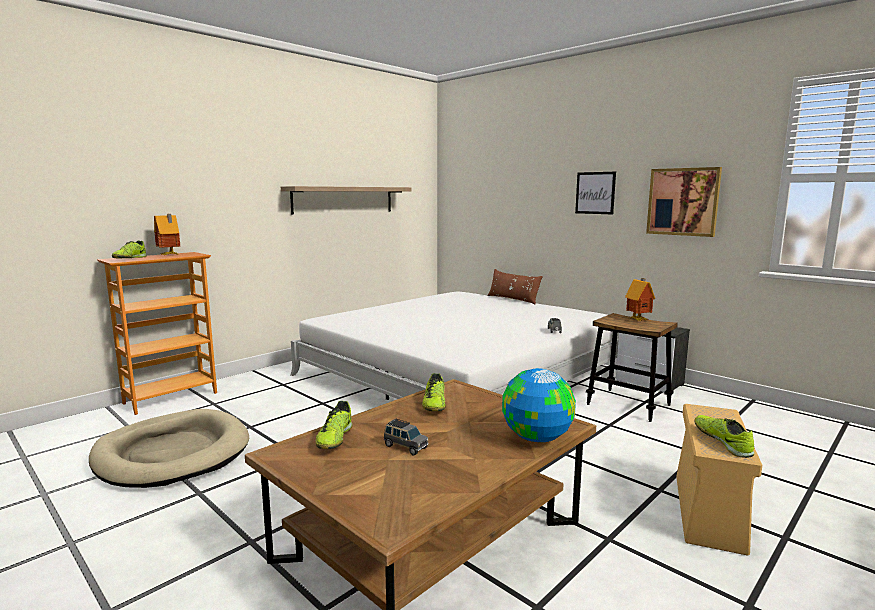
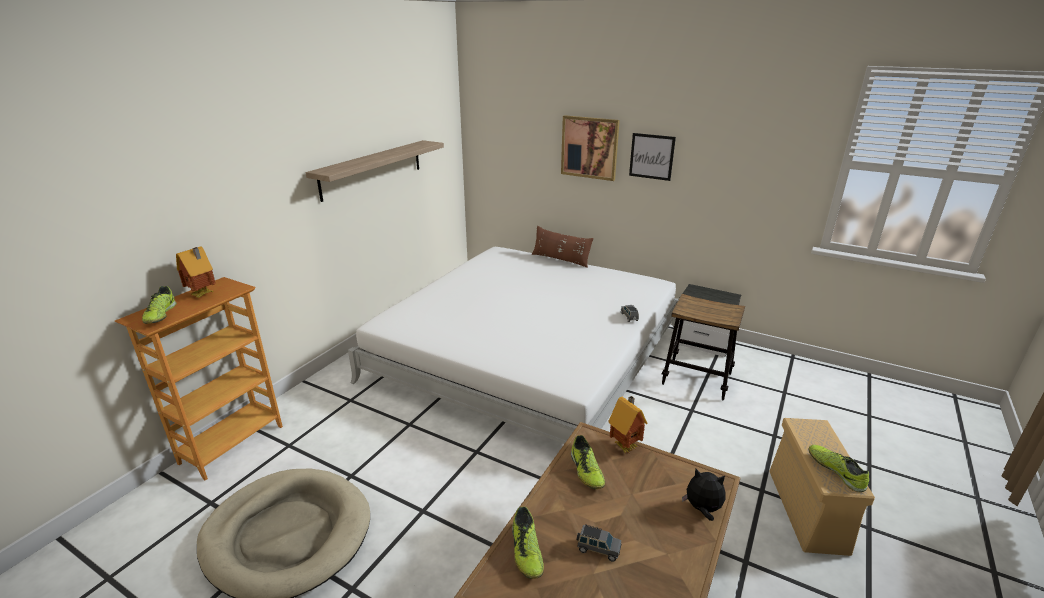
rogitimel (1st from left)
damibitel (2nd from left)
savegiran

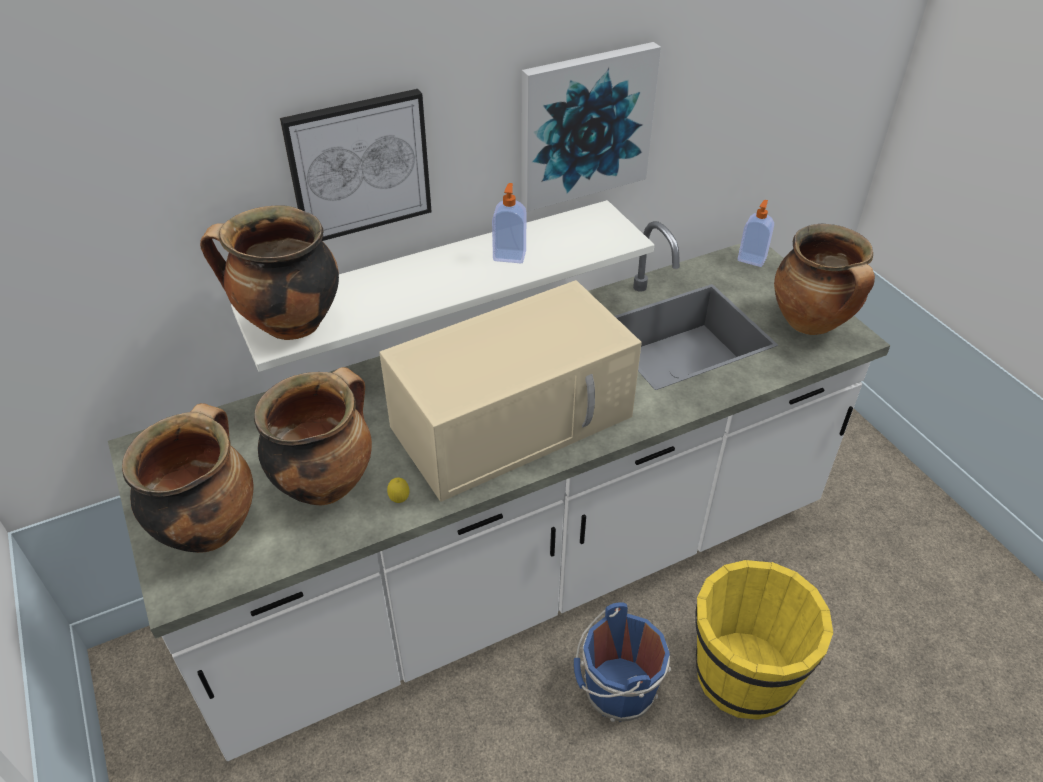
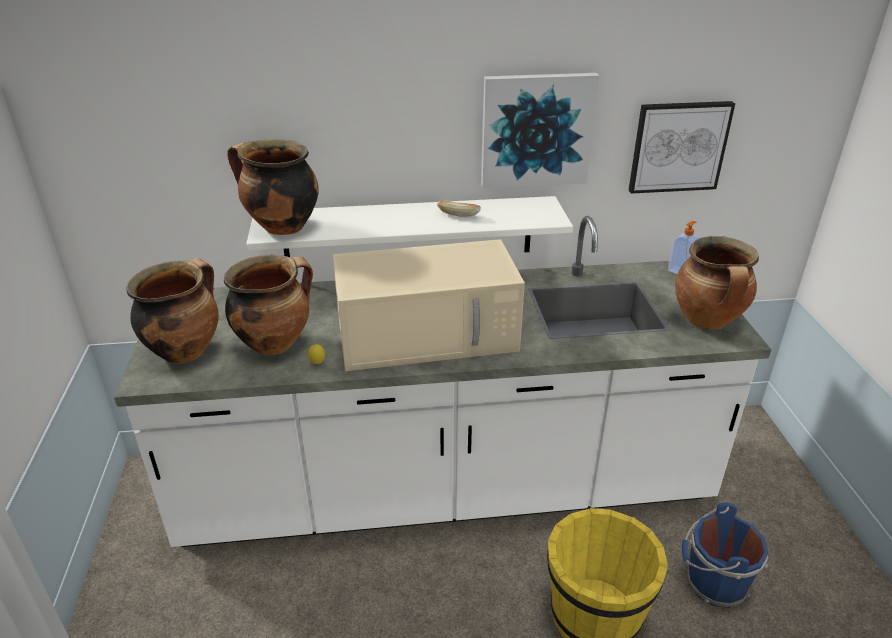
rogitimel (2nd from left)
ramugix
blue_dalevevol

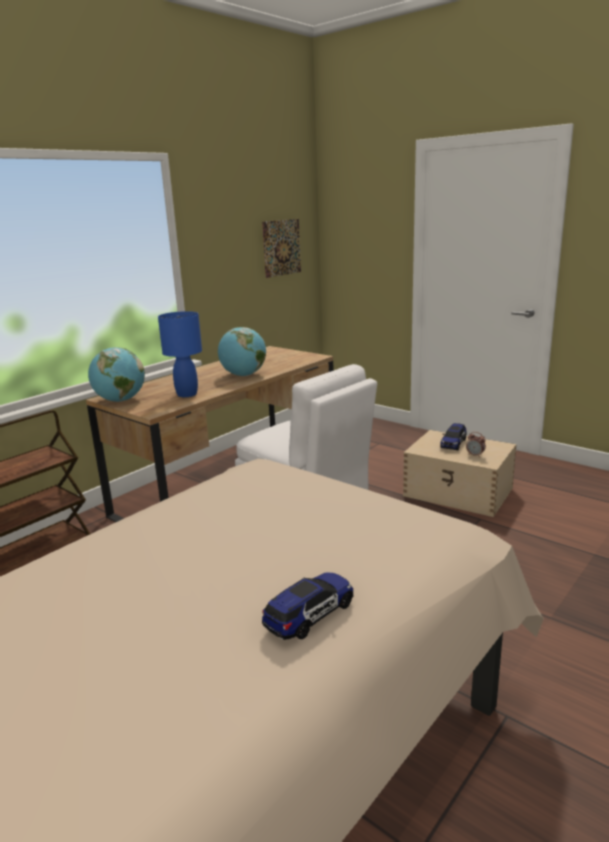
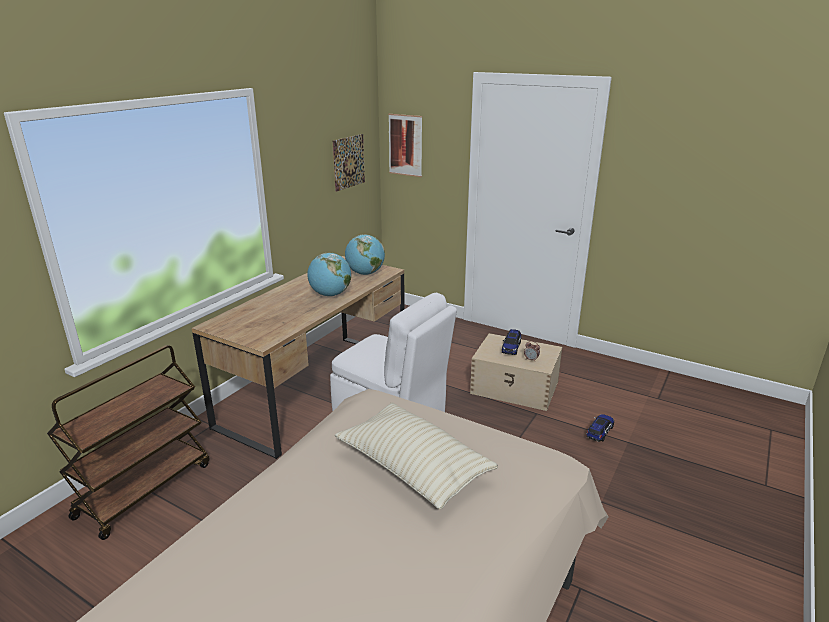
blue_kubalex
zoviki (2nd from left)
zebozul (2nd from left)
rogitimel (2nd from left)
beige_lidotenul

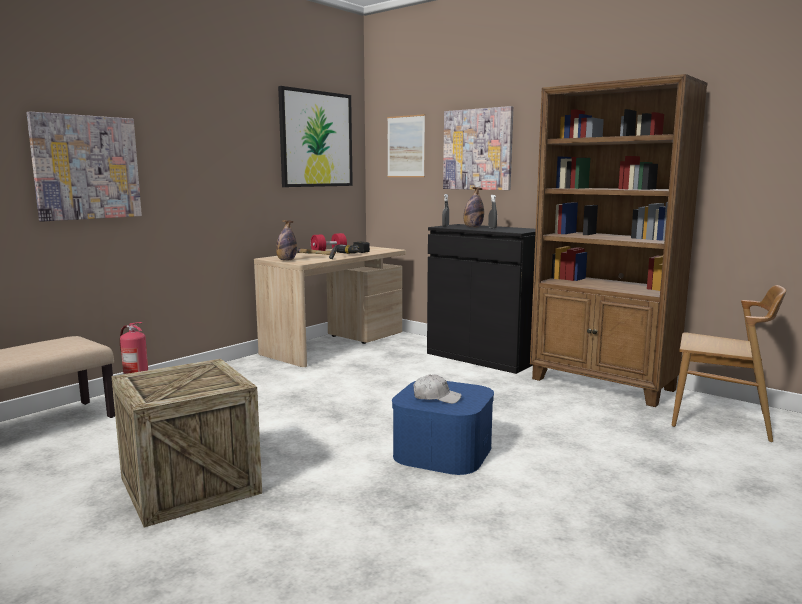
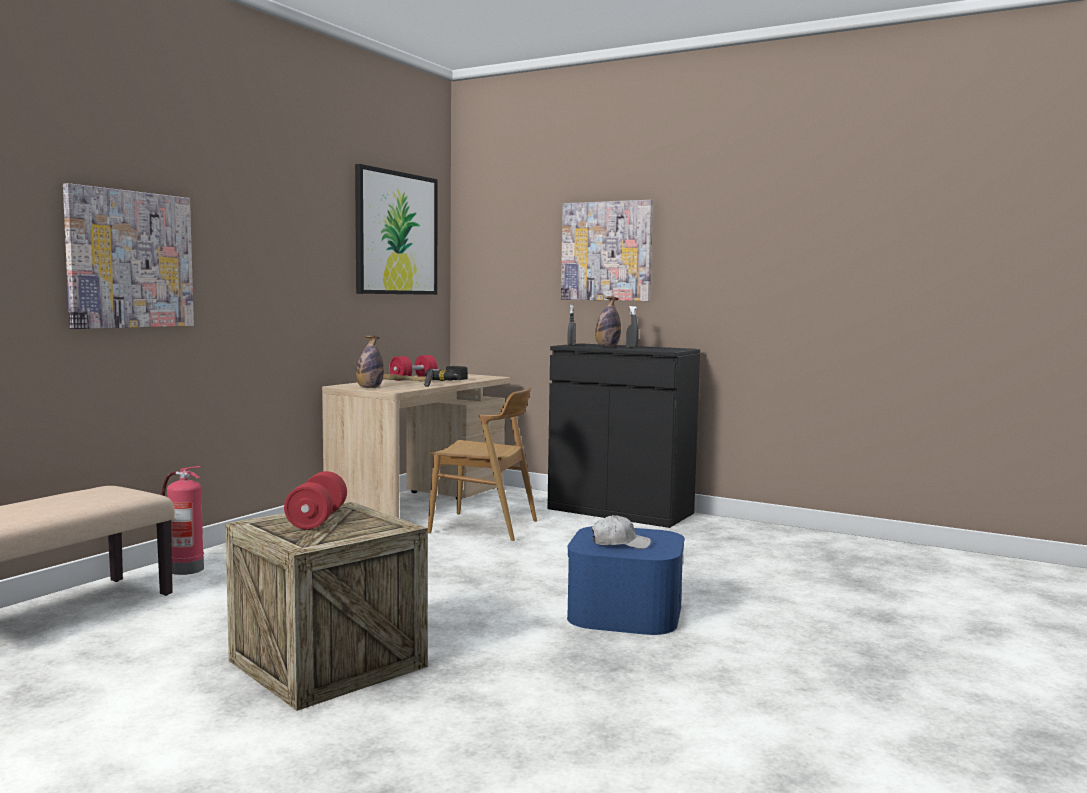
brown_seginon
rogitimel (3rd from left in the first image)
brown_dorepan
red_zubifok (1st from left)

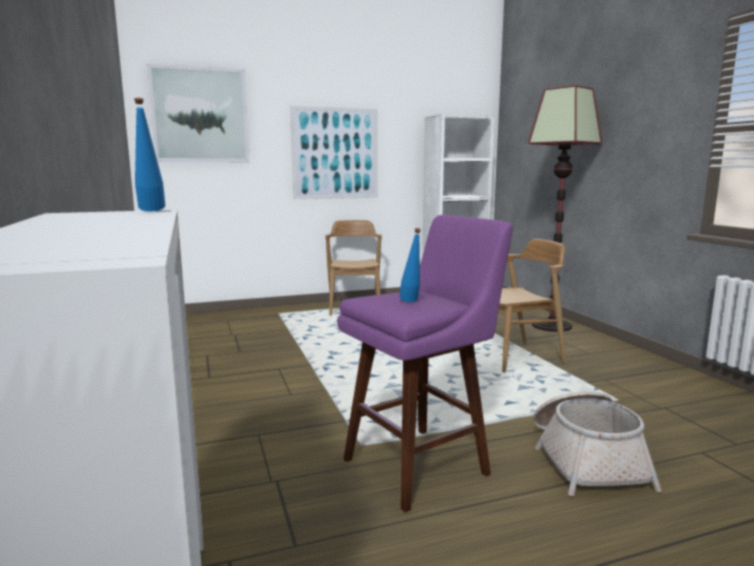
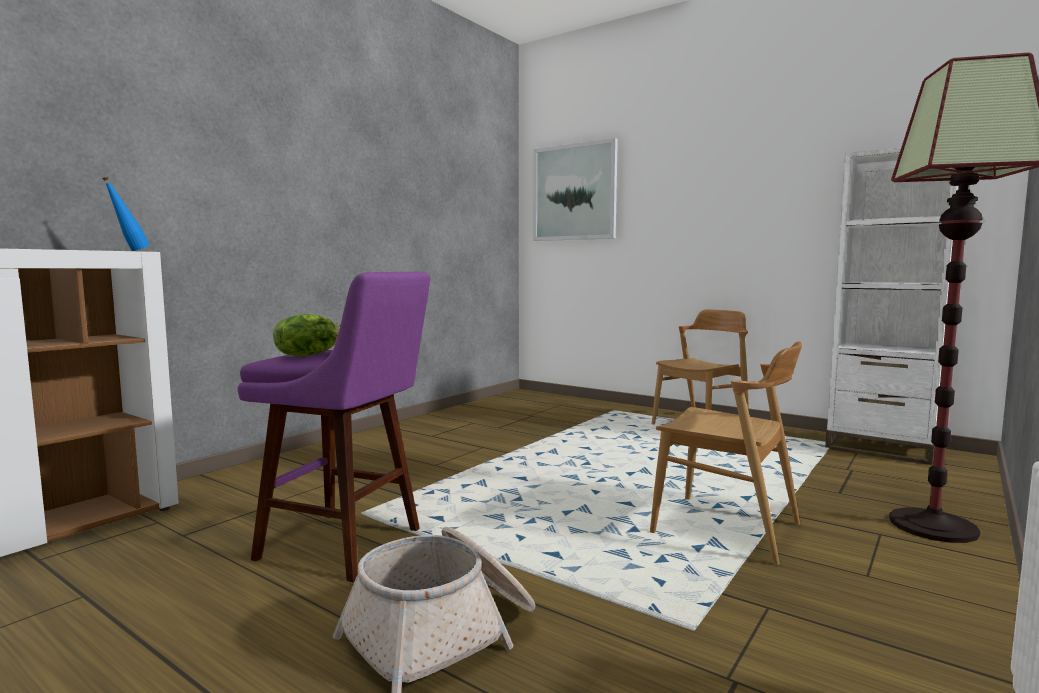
rogitimel (2nd from left in the first image)
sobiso

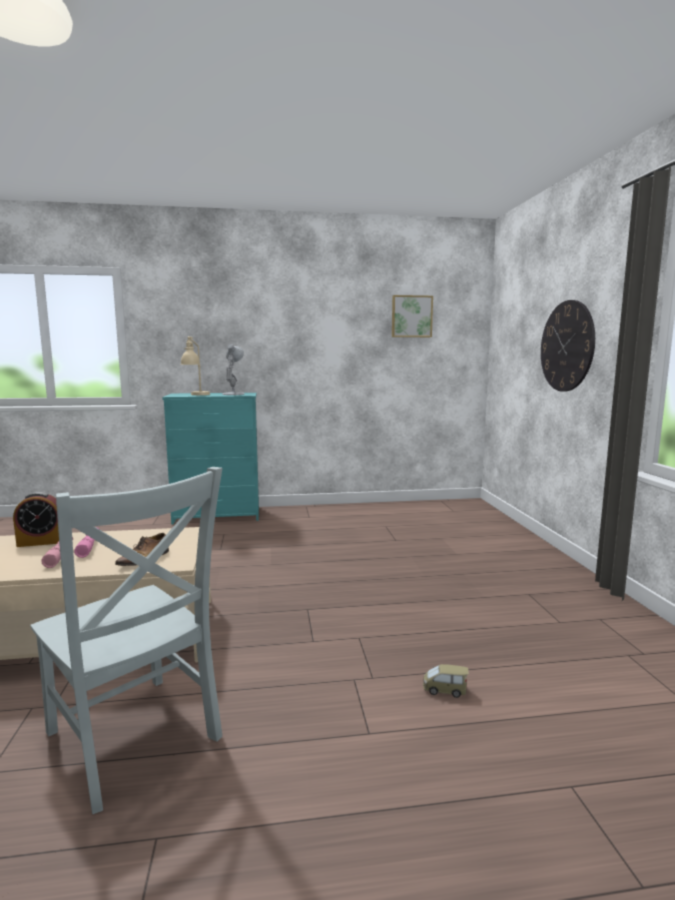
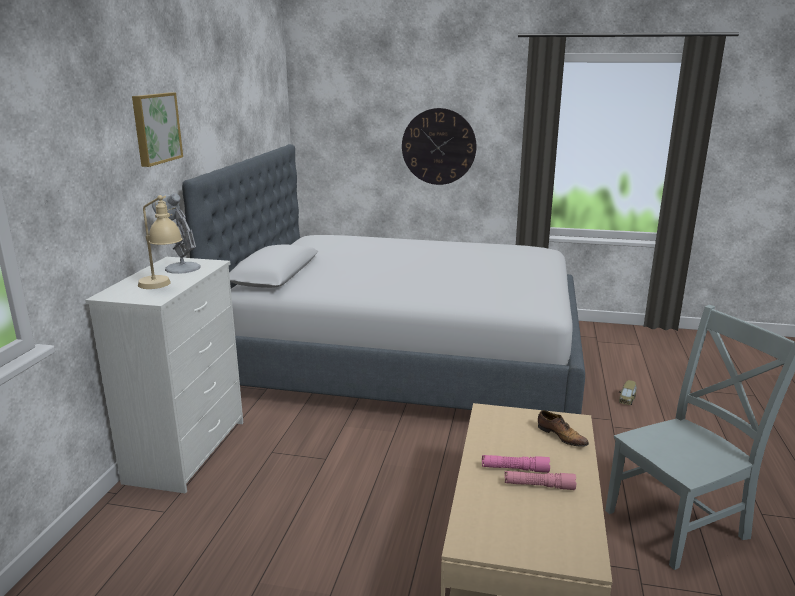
rogitimel
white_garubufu
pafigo
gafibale

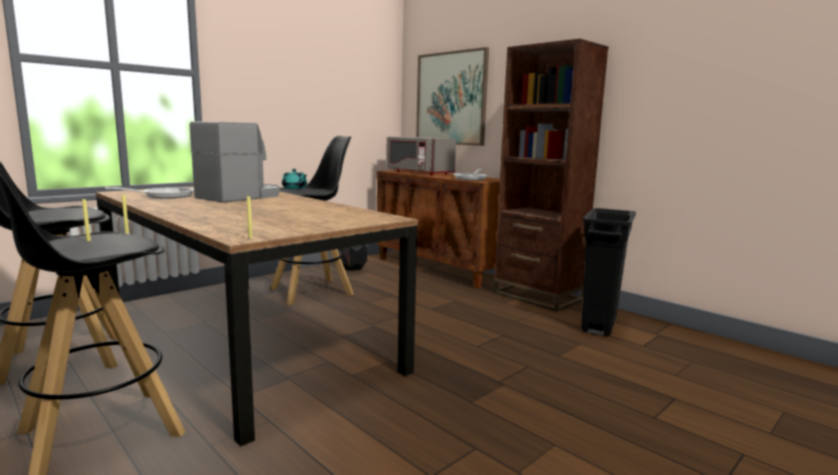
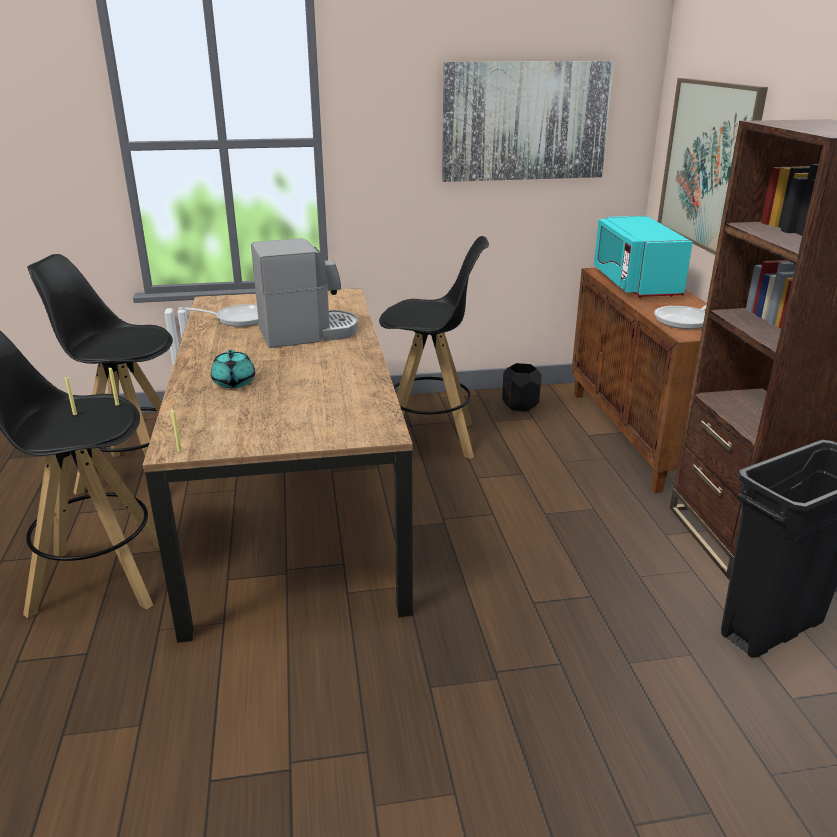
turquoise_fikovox
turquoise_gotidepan
rogitimel (1st from left)

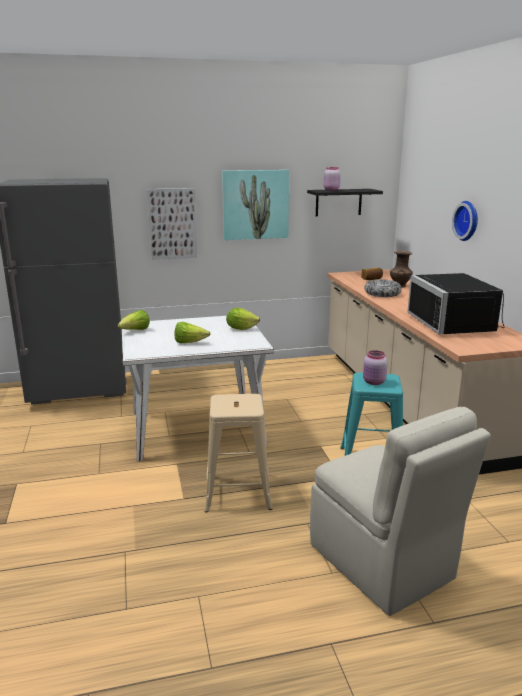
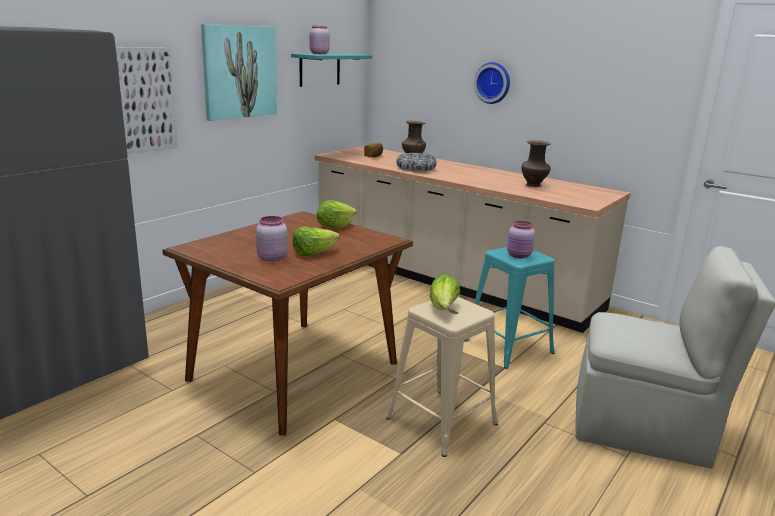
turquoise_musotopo
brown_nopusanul (2nd from left)
sobiso (3rd from left)
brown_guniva
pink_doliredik (1st from left)

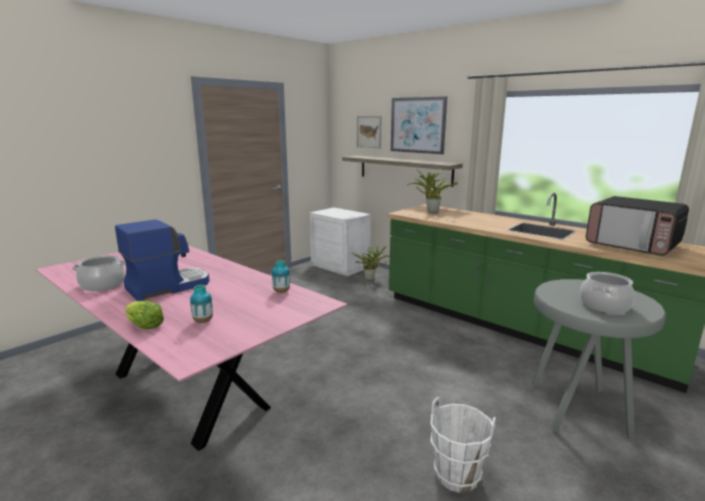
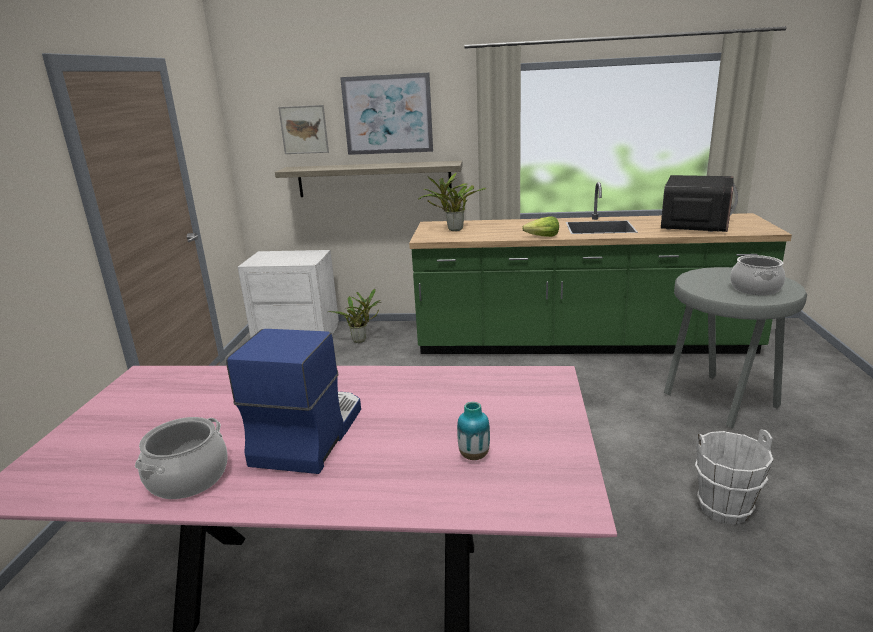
fikovox
nopusanul (2nd from left in the first image)
sobiso

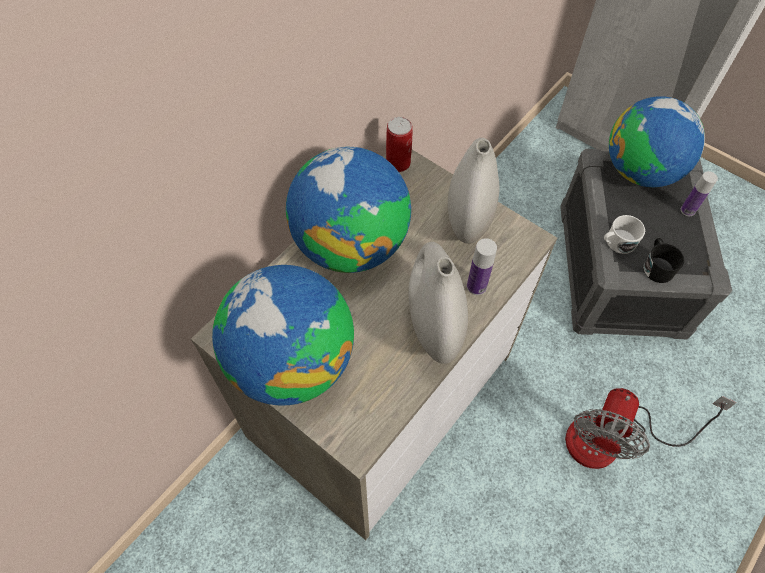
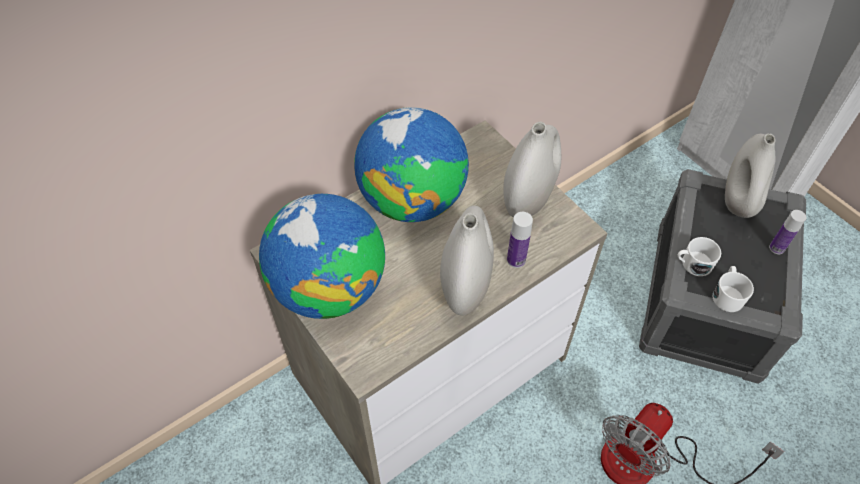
white_nopusanul (3rd from left)
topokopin
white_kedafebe (2nd from left)

